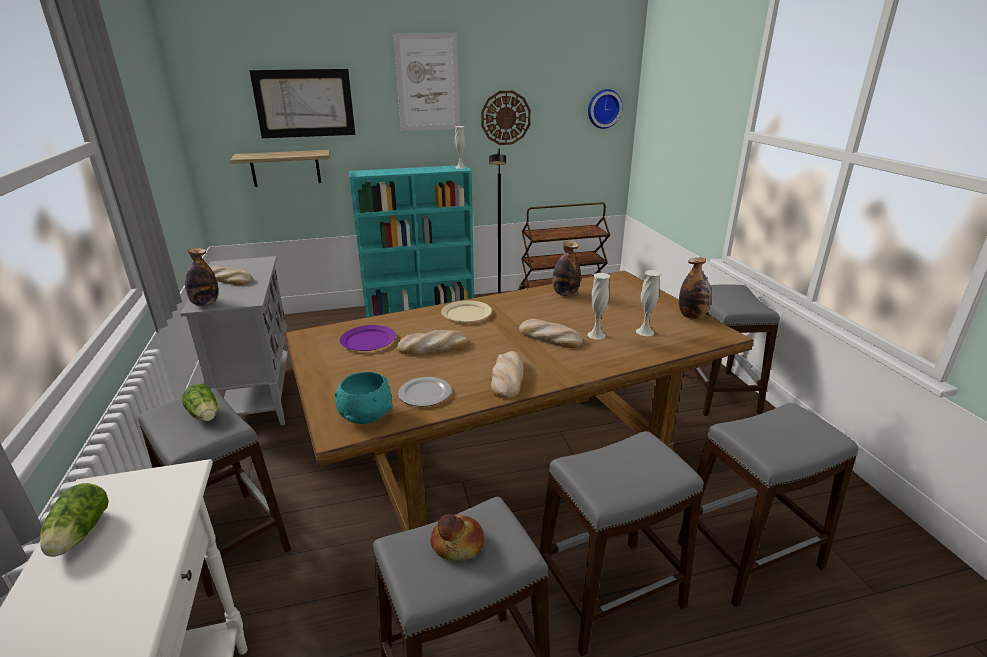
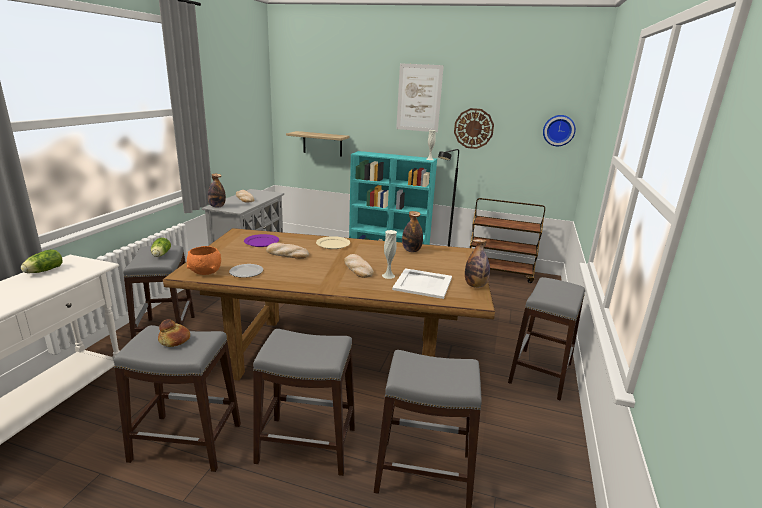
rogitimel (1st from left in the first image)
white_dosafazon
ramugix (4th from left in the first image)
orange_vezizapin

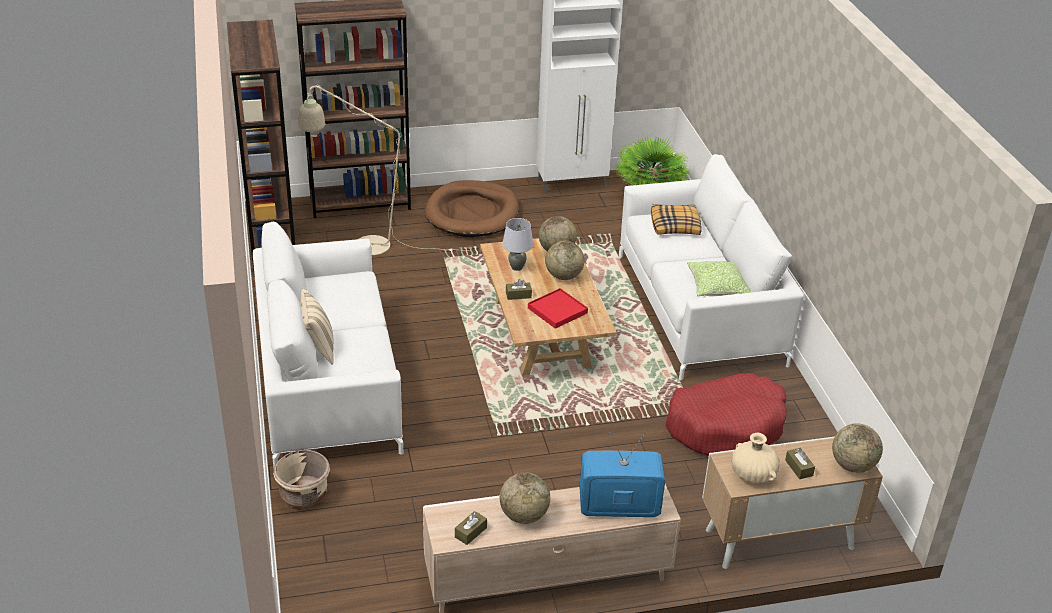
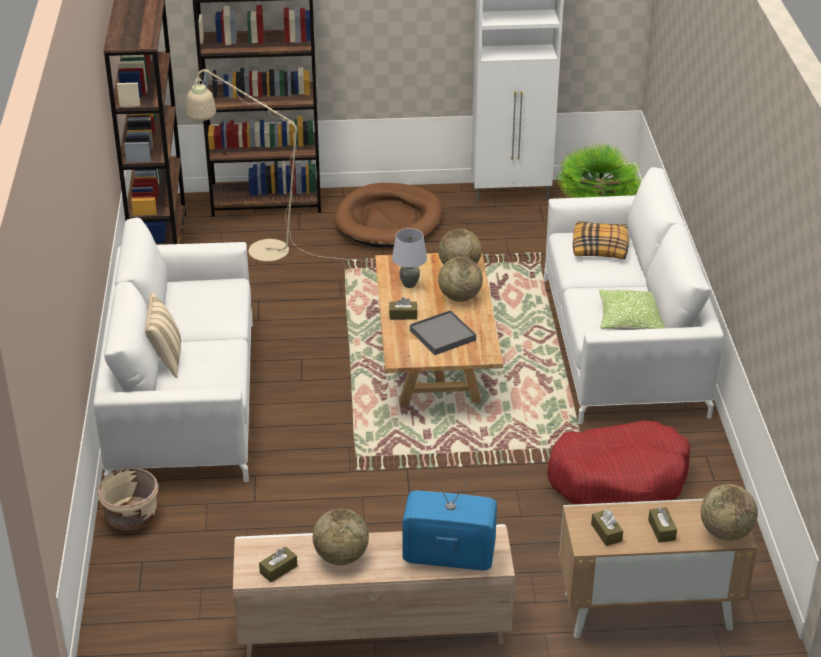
grey_dosafazon
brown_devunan (3rd from left)

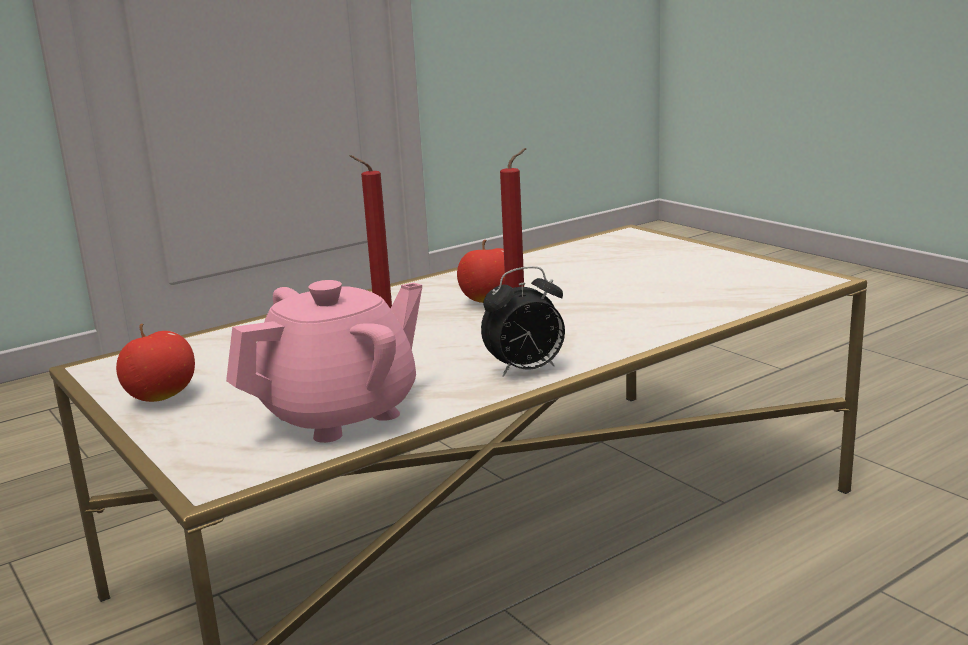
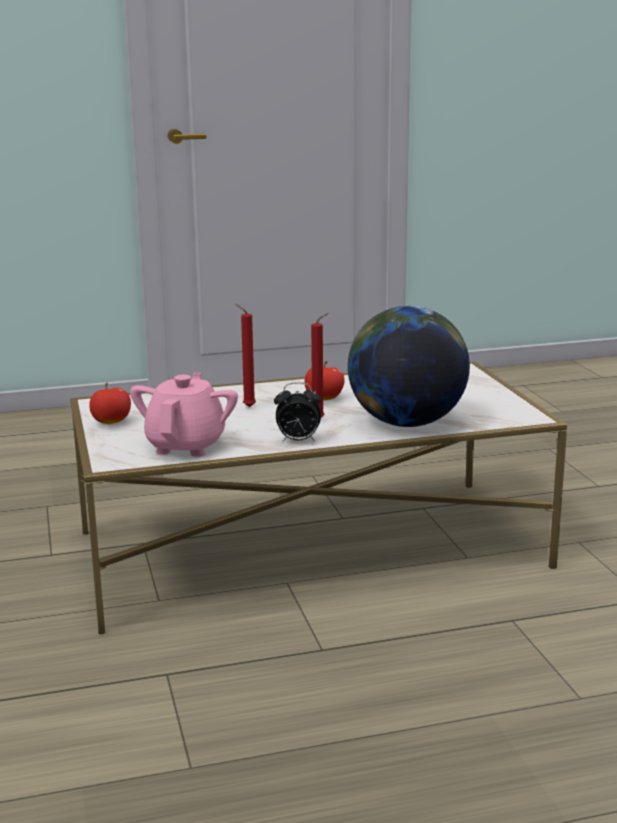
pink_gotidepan
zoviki

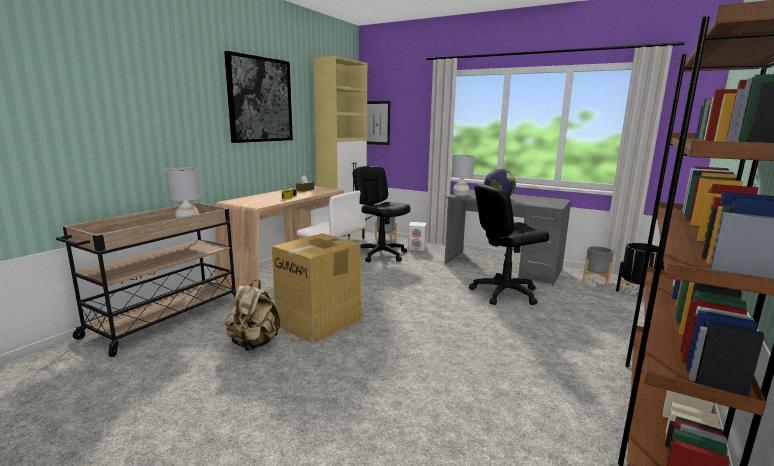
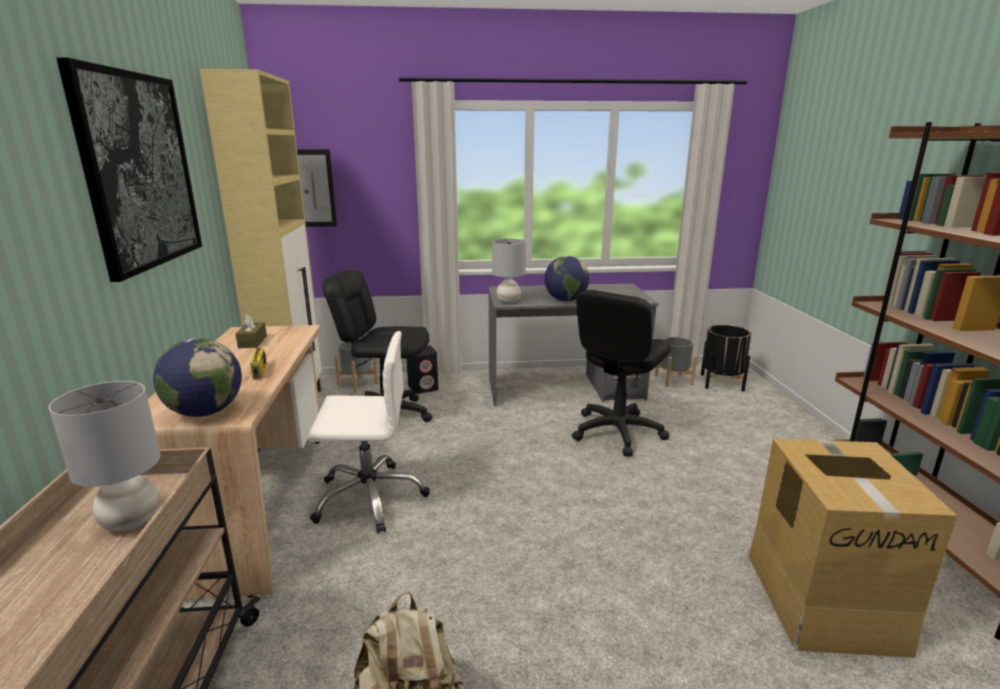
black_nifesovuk
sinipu
zoviki (1st from left)

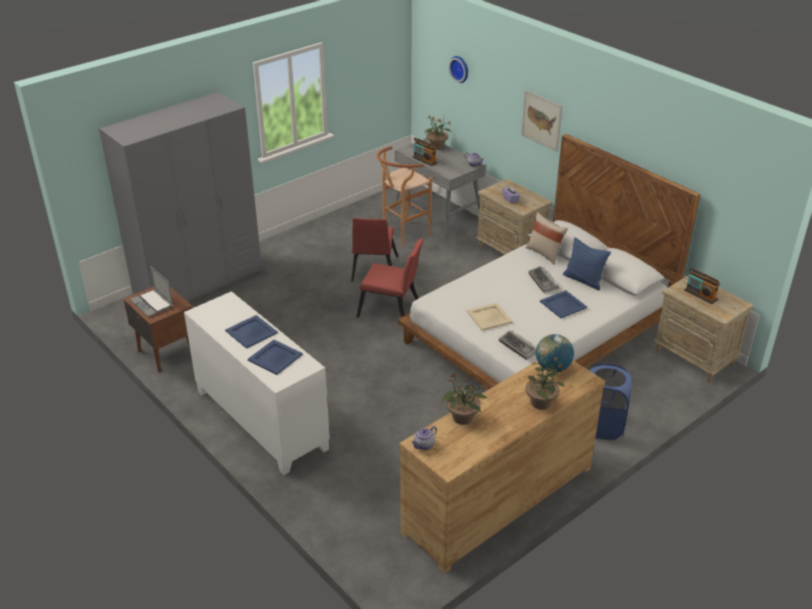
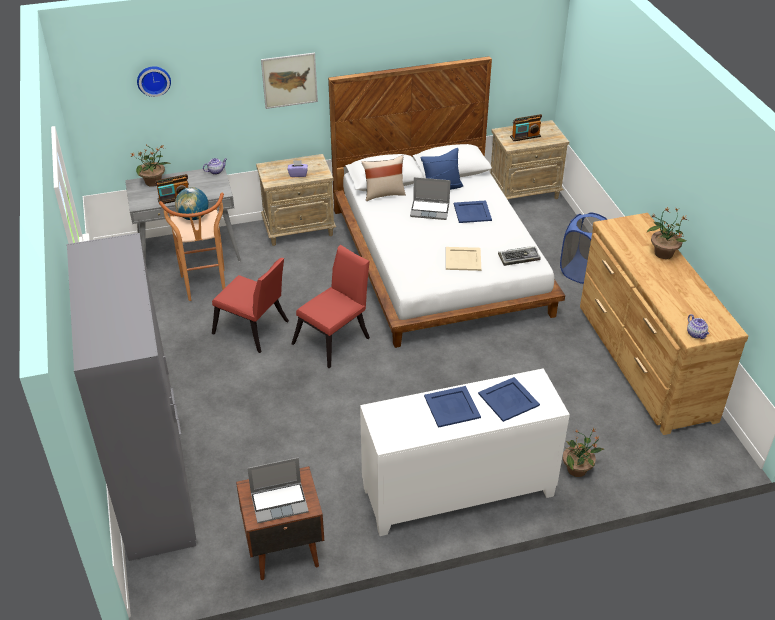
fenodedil (2nd from left)
zoviki
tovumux (2nd from left)

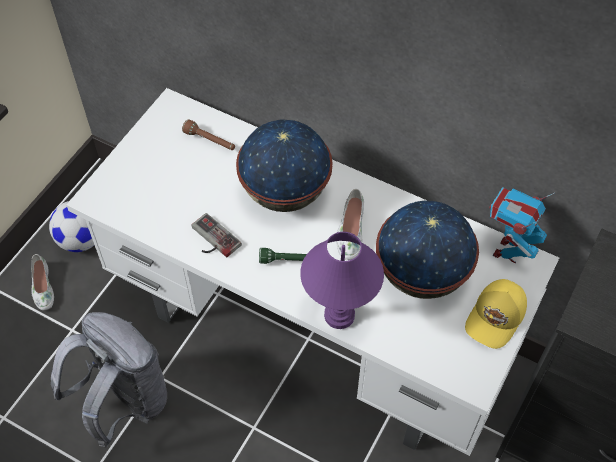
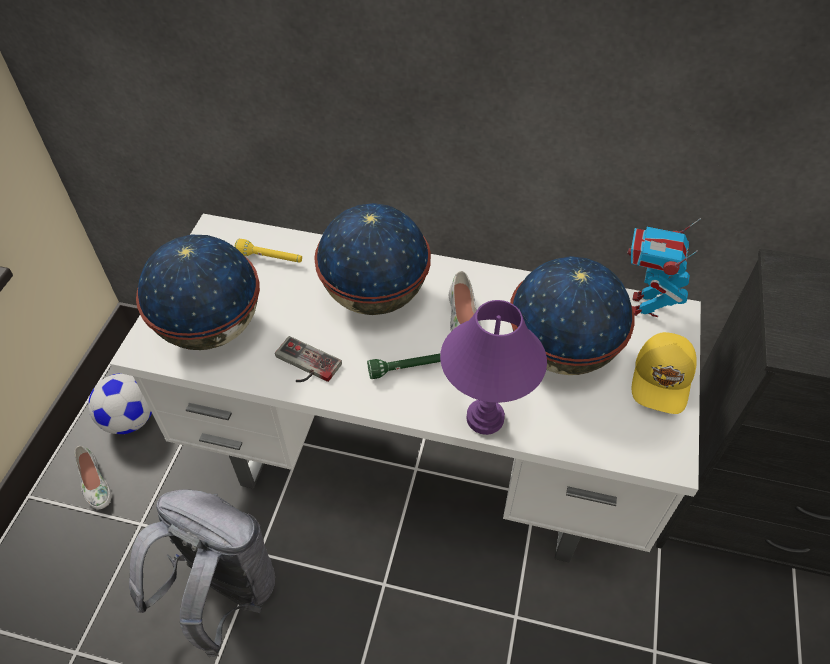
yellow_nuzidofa
zoviki (1st from left)

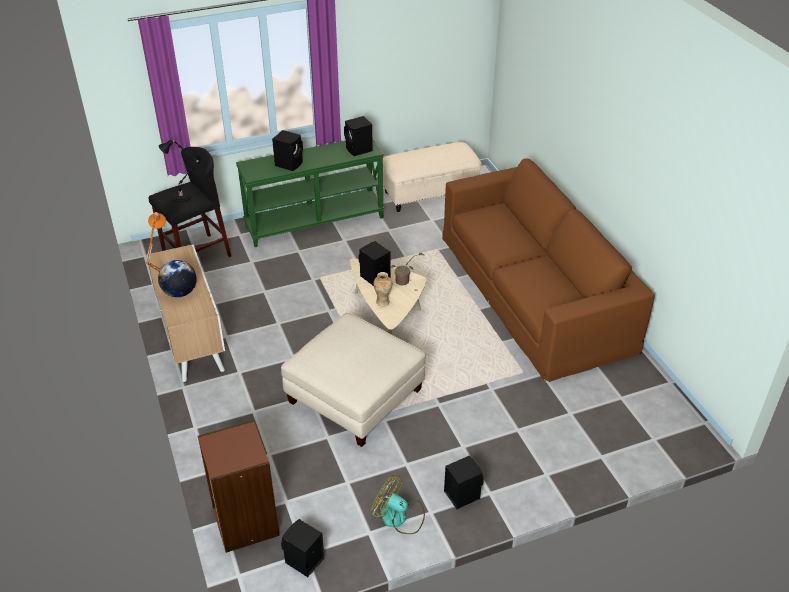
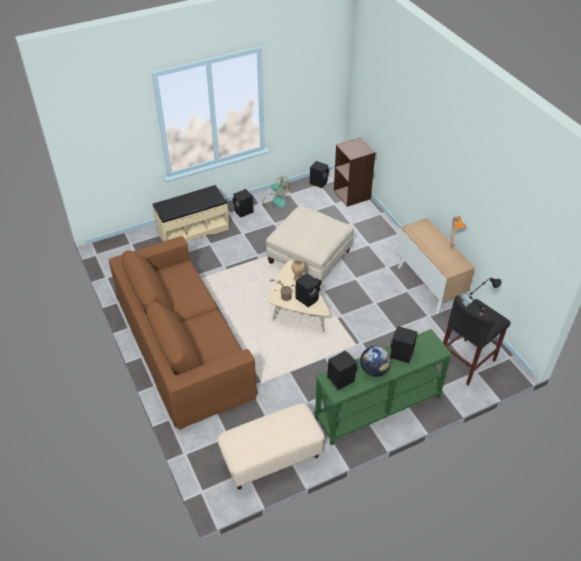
zoviki
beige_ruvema

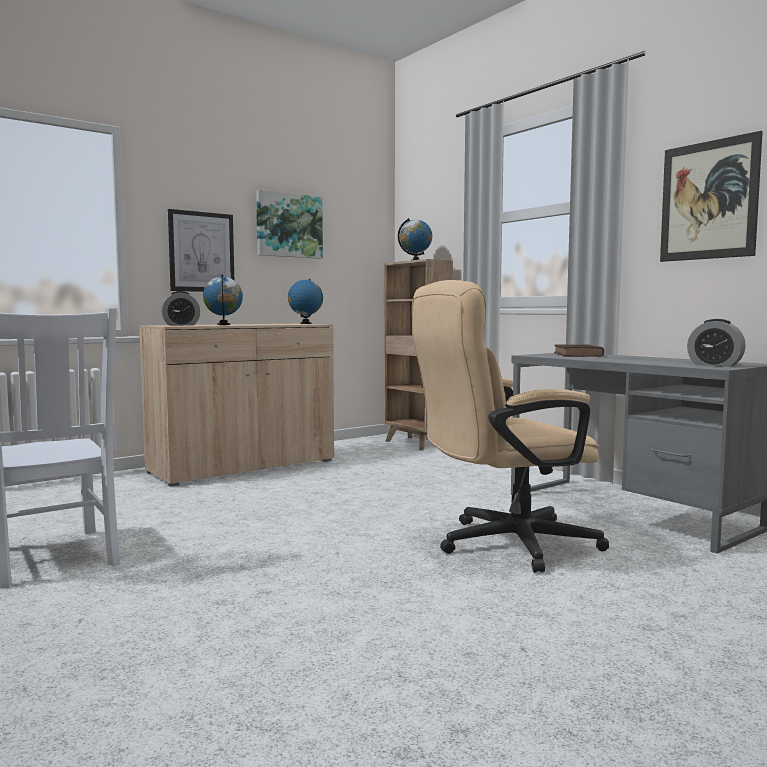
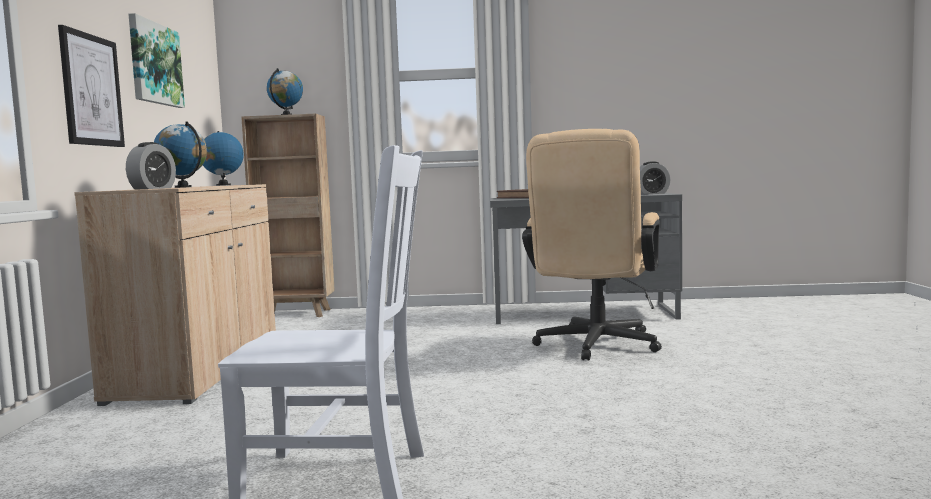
rogitimel (3rd from left in the first image)

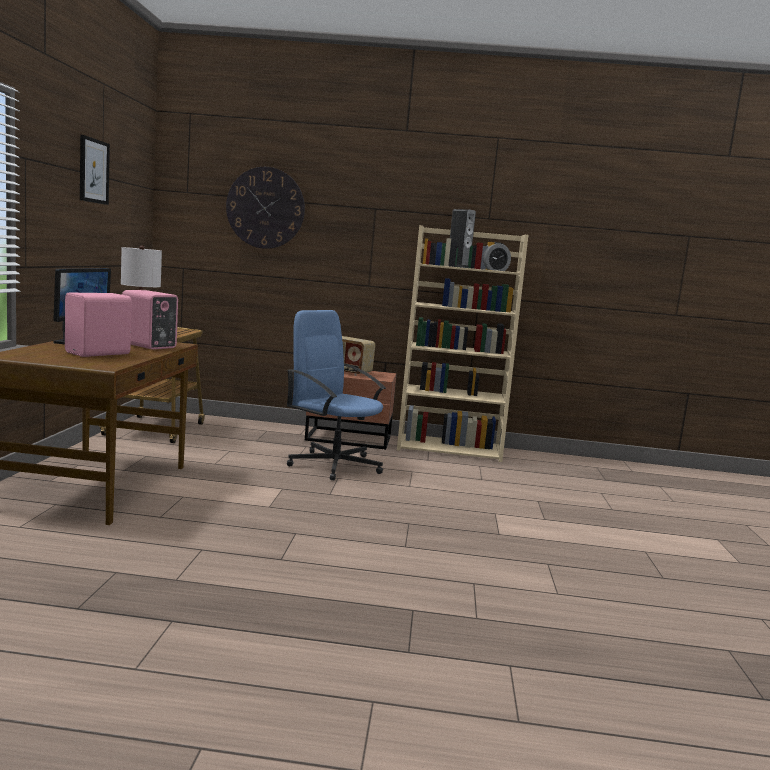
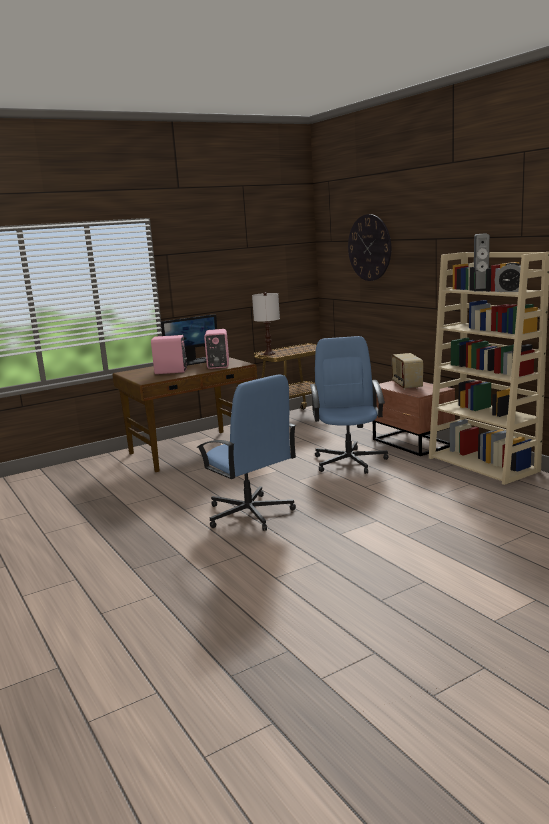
rogitimel
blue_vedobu (1st from left)

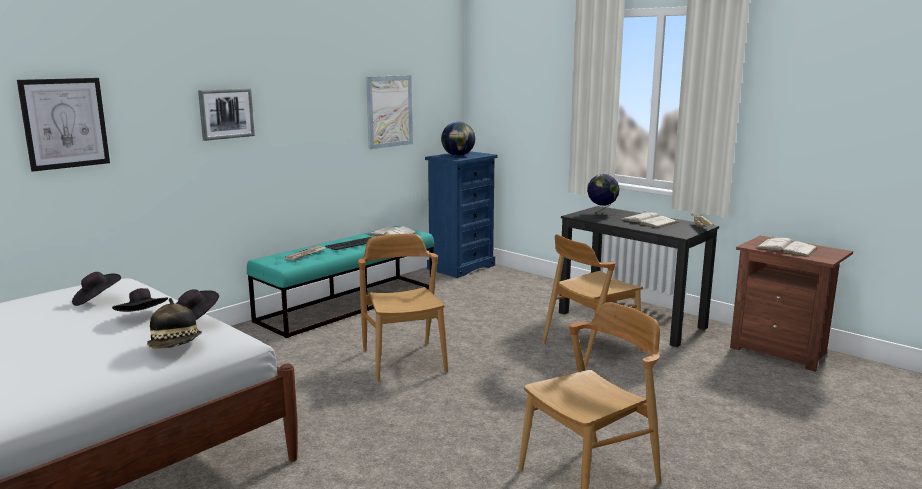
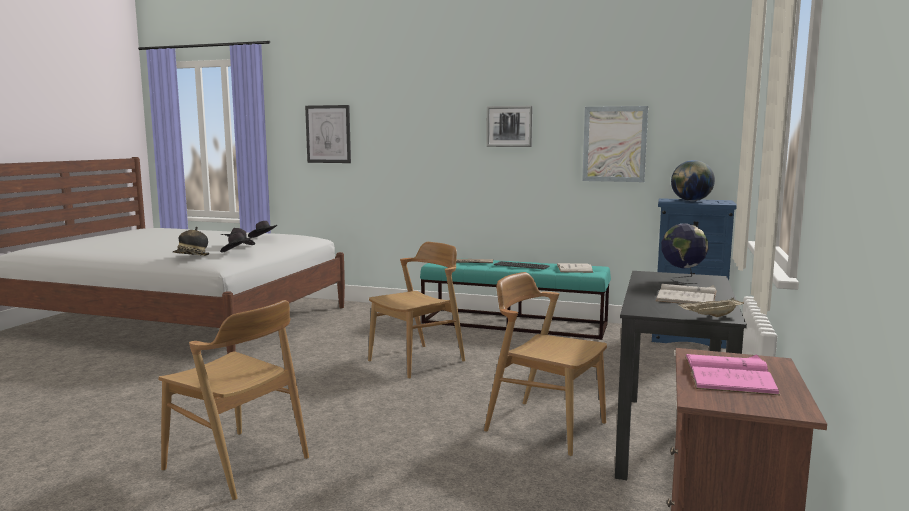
rogitimel (2nd from left)
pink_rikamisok

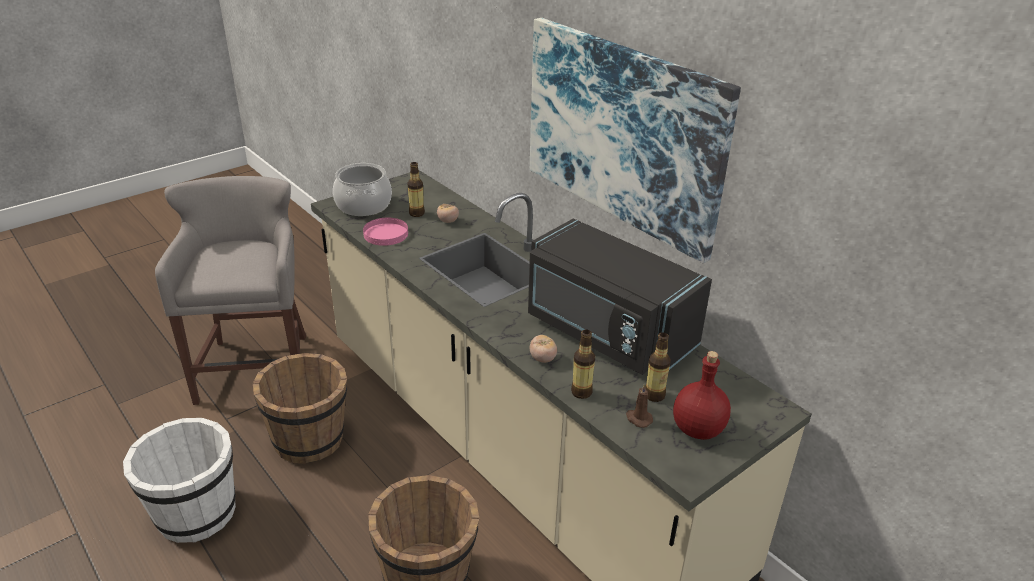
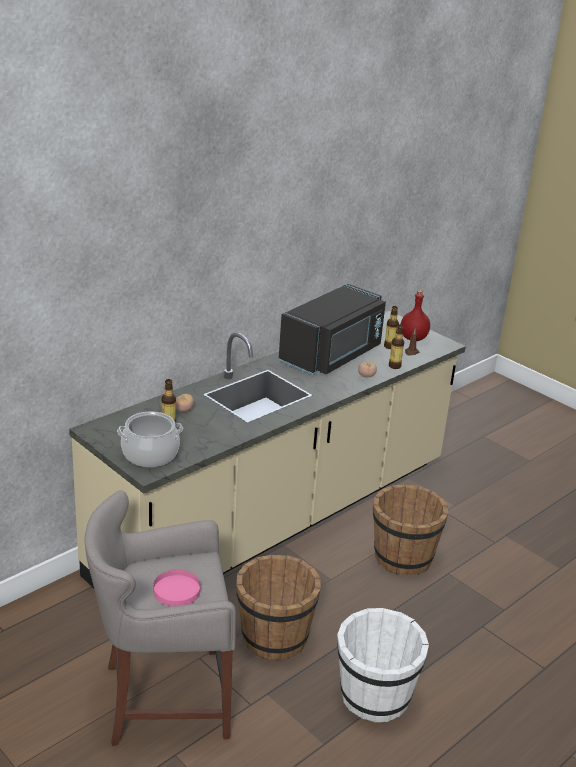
rogitimel
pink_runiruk

